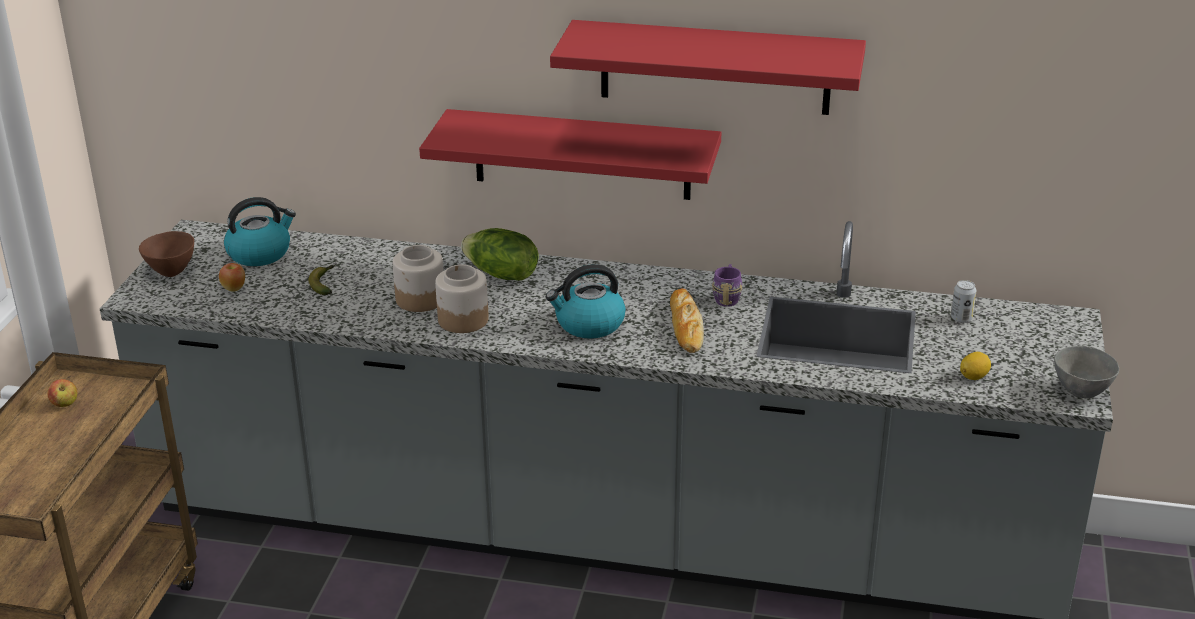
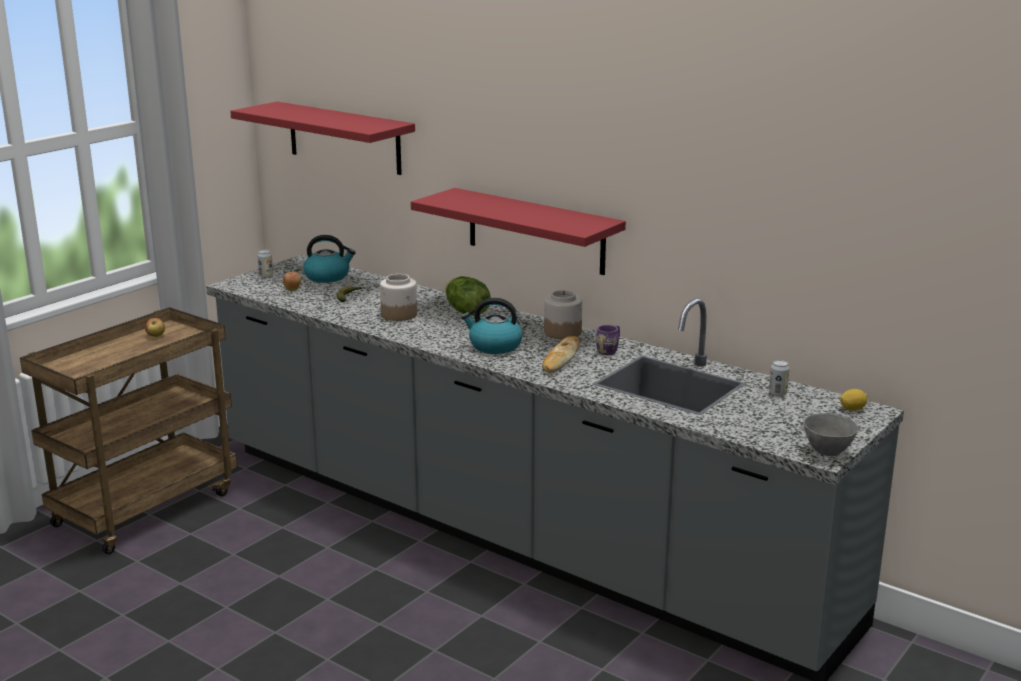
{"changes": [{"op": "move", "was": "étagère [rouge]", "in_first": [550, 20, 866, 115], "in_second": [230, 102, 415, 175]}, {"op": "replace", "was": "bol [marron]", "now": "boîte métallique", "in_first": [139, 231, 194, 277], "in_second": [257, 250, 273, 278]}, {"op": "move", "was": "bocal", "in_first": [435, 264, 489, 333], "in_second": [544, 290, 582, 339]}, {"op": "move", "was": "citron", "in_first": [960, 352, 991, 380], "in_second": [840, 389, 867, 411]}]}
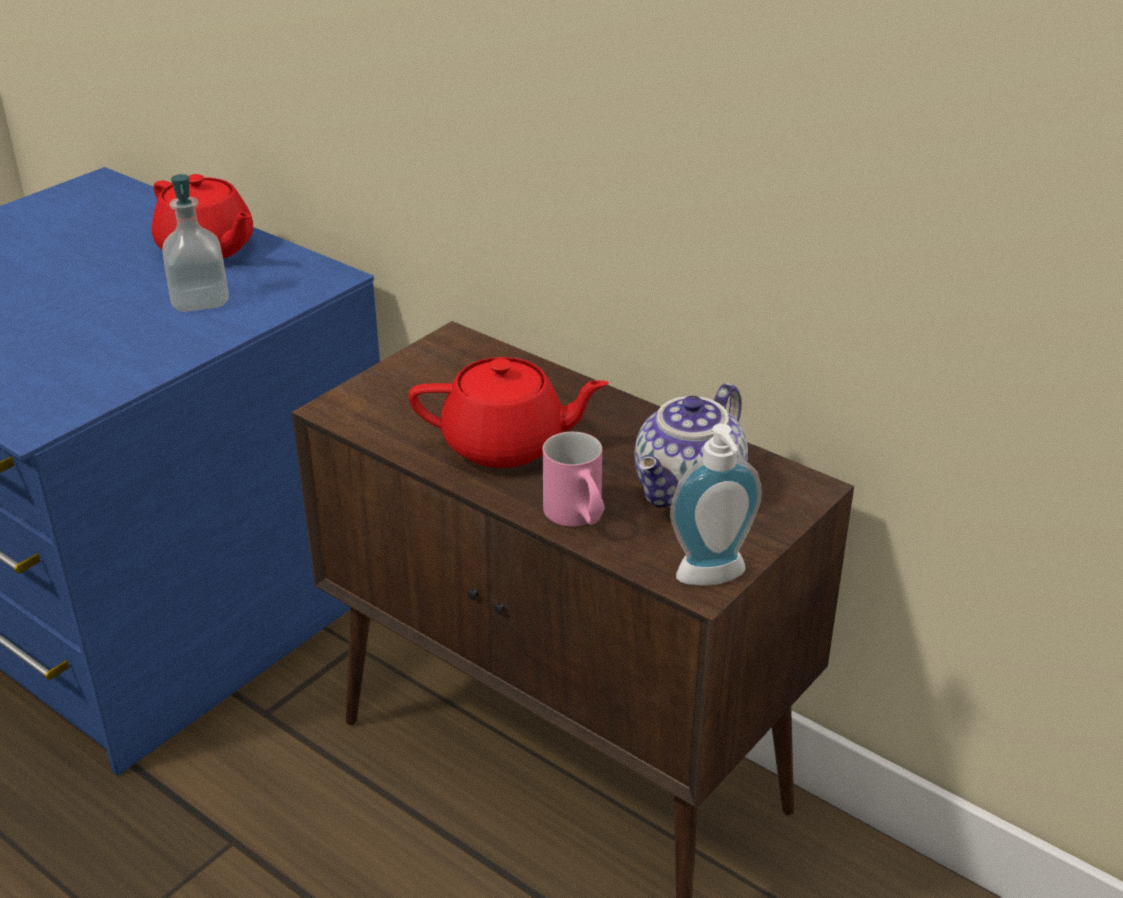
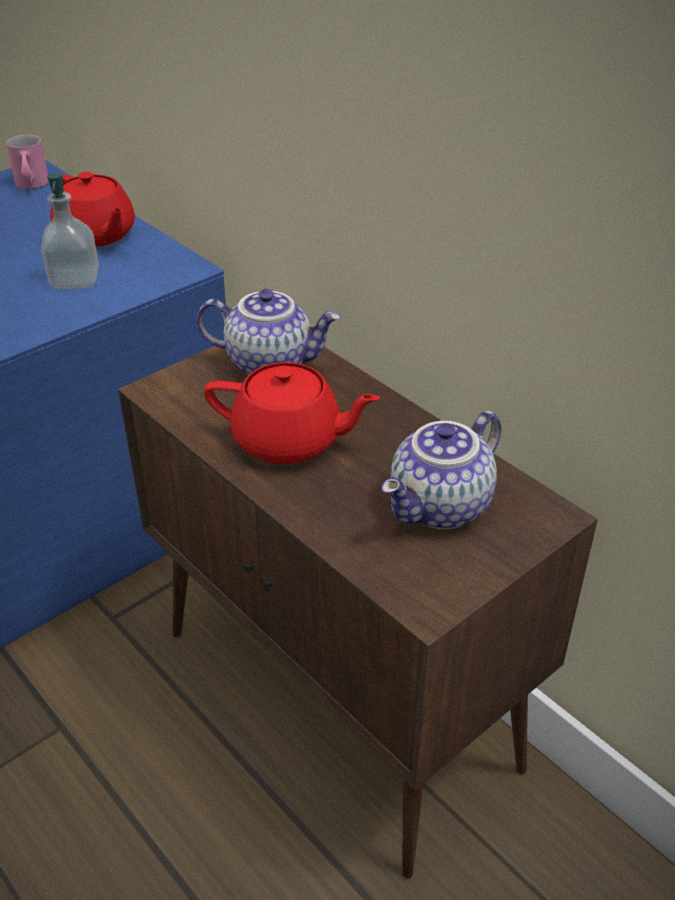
{"changes": [{"op": "move", "was": "mug [rose]", "in_first": [543, 432, 605, 527], "in_second": [6, 135, 49, 189]}, {"op": "insert", "now": "théière", "in_second": [196, 289, 340, 375]}, {"op": "delete", "was": "distributeur de savon", "in_first": [670, 424, 762, 586]}]}
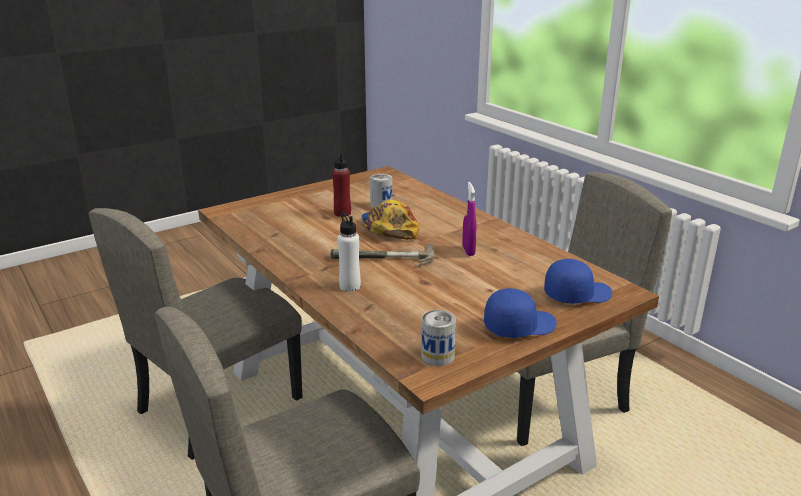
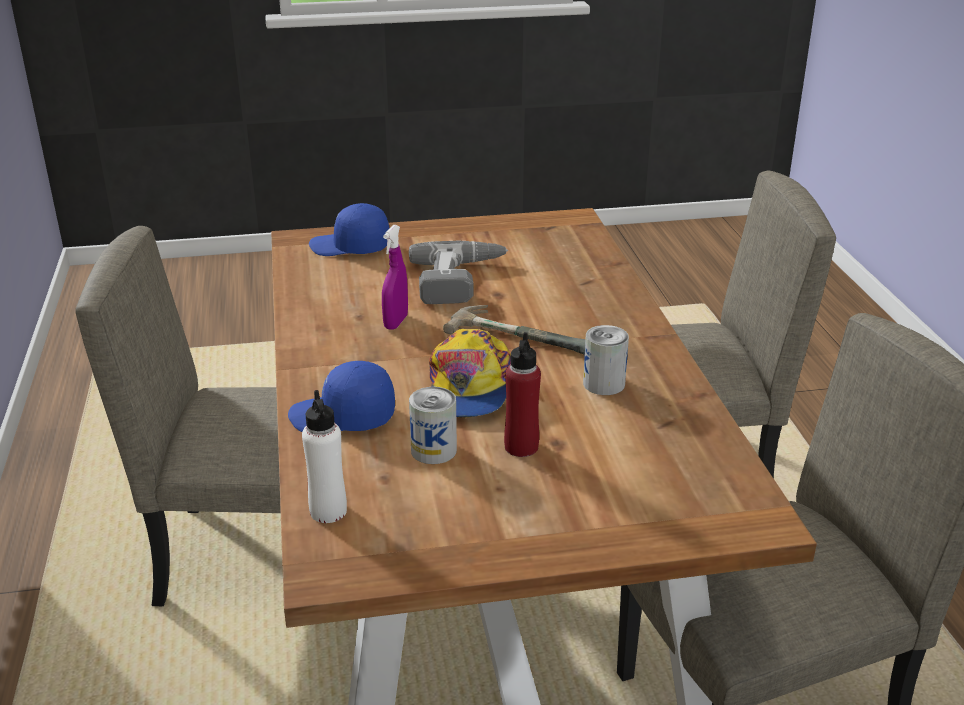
{"changes": [{"op": "move", "was": "casquette [bleu]", "in_first": [484, 288, 557, 338], "in_second": [288, 361, 395, 432]}, {"op": "move", "was": "bouteille [blanc]", "in_first": [338, 212, 361, 292], "in_second": [302, 390, 347, 523]}, {"op": "insert", "now": "perceuse", "in_second": [409, 241, 508, 304]}, {"op": "move", "was": "boîte métallique", "in_first": [421, 310, 456, 366], "in_second": [583, 325, 629, 395]}]}
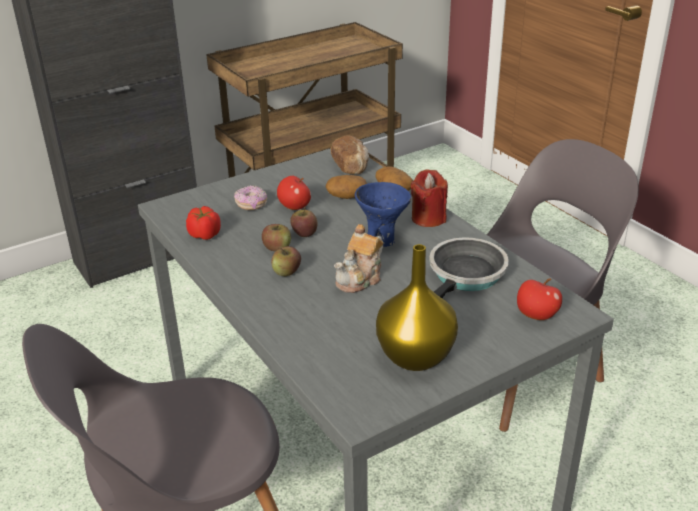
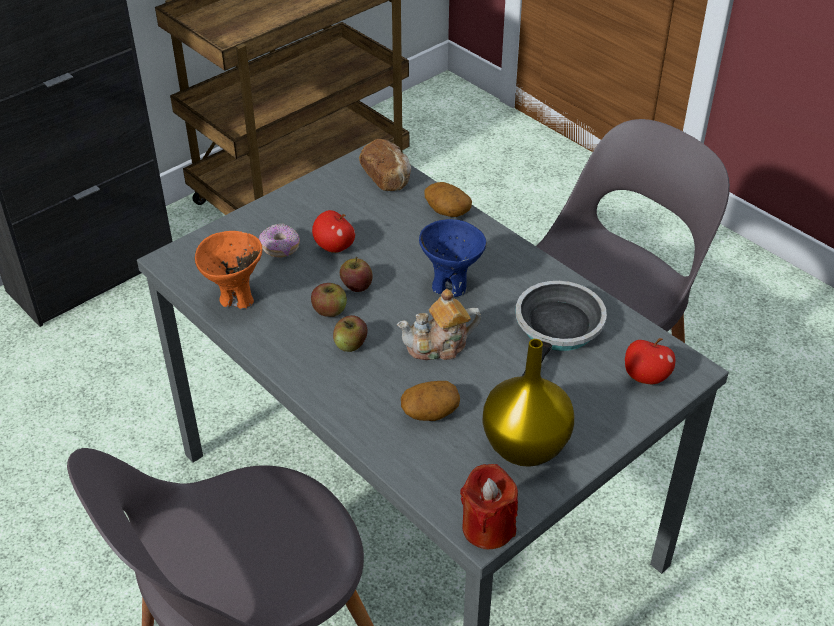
{"changes": [{"op": "replace", "was": "tomate", "now": "bol [orange]", "in_first": [186, 206, 221, 240], "in_second": [194, 231, 262, 309]}, {"op": "rotate", "was": "théière", "in_first": [334, 224, 383, 293], "in_second": [397, 289, 481, 360], "clockwise": 45}, {"op": "move", "was": "pomme de terre", "in_first": [326, 175, 367, 199], "in_second": [401, 381, 460, 421]}, {"op": "move", "was": "bougie [rouge]", "in_first": [411, 169, 448, 227], "in_second": [460, 464, 518, 549]}]}
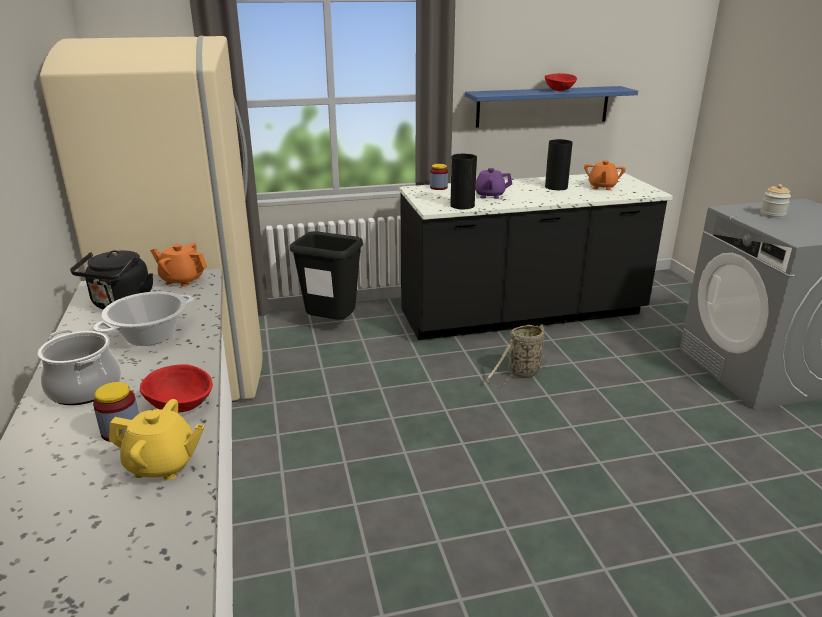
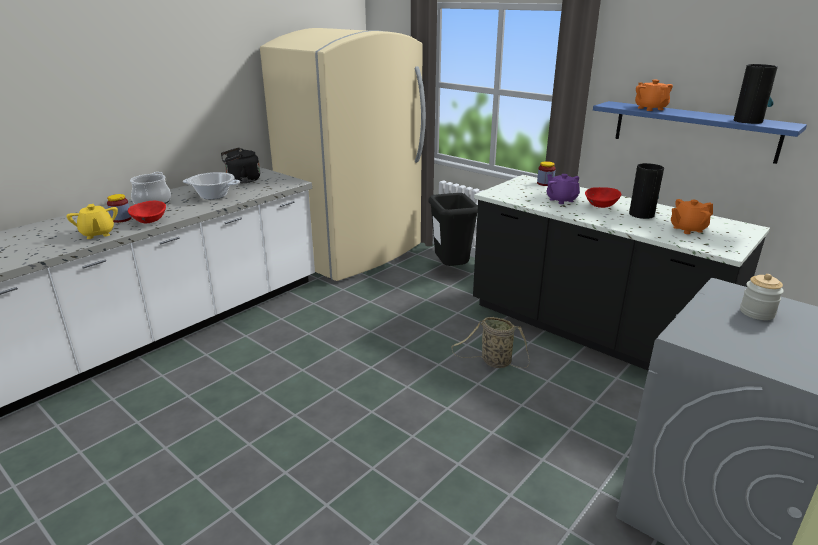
{"changes": [{"op": "move", "was": "bol [rouge]", "in_first": [545, 73, 577, 91], "in_second": [585, 187, 621, 208]}, {"op": "move", "was": "théière [orange]", "in_first": [150, 243, 207, 287], "in_second": [635, 80, 673, 111]}, {"op": "move", "was": "vase", "in_first": [450, 154, 477, 209], "in_second": [734, 64, 778, 124]}]}
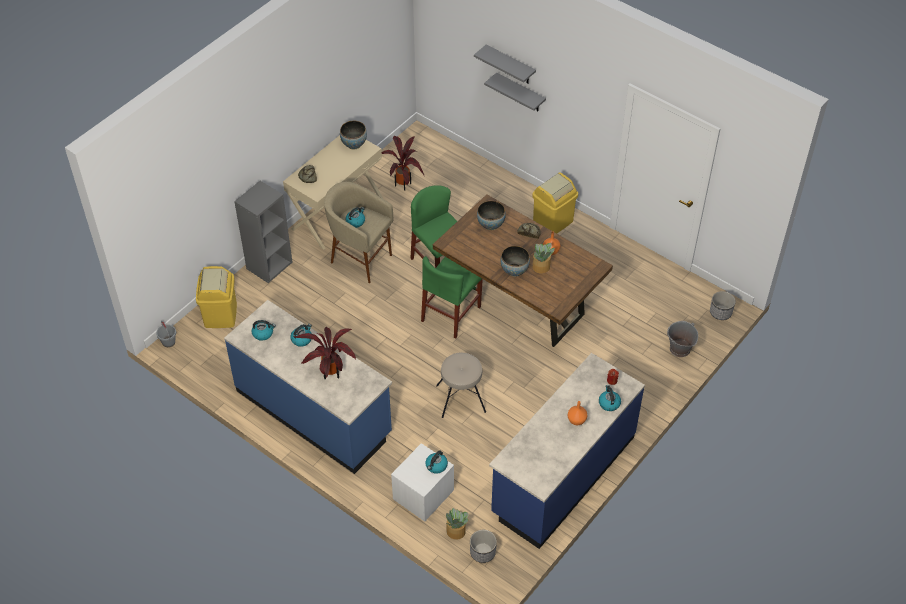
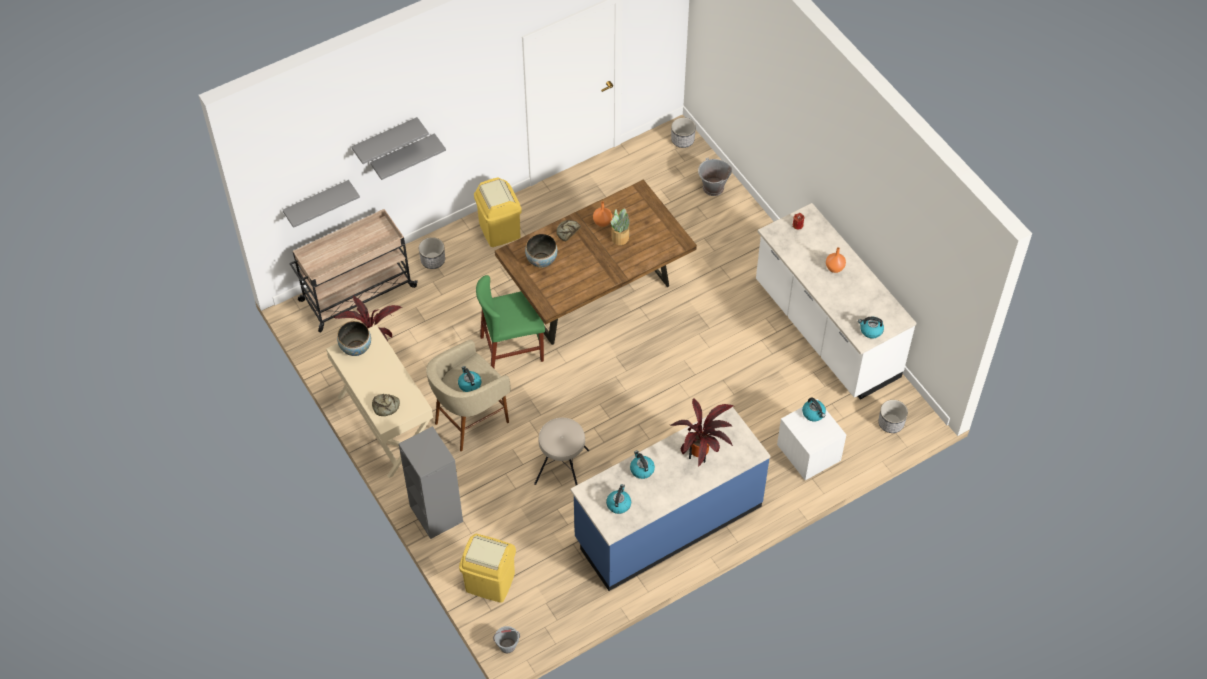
{"changes": [{"op": "insert", "now": "étagère [gris]", "in_second": [283, 180, 360, 228]}, {"op": "insert", "now": "chariot [beige]", "in_second": [289, 209, 418, 333]}, {"op": "insert", "now": "cache-pot", "in_second": [419, 237, 445, 269]}, {"op": "move", "was": "tabouret [beige]", "in_first": [436, 353, 486, 418], "in_second": [534, 418, 589, 485]}, {"op": "recolor", "was": "comptoir de cuisine [bleu]", "now": "comptoir de cuisine [blanc]", "in_first": [489, 353, 645, 549], "in_second": [756, 203, 916, 400]}, {"op": "move", "was": "bouilloire", "in_first": [599, 385, 621, 411], "in_second": [858, 317, 884, 338]}, {"op": "delete", "was": "chaise [vert]", "in_first": [421, 256, 483, 339]}, {"op": "delete", "was": "plante en pot", "in_first": [446, 508, 469, 540]}, {"op": "delete", "was": "bol", "in_first": [500, 246, 530, 277]}]}
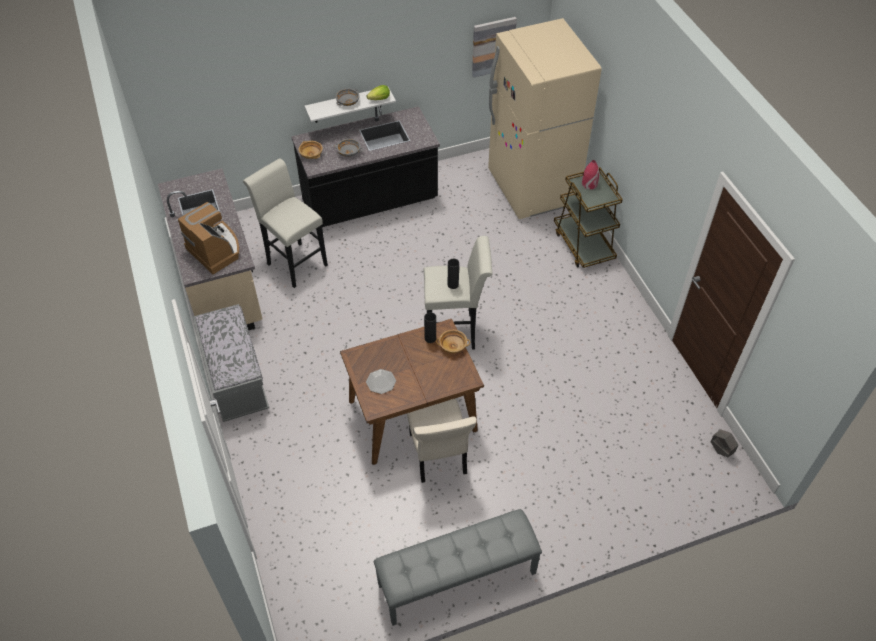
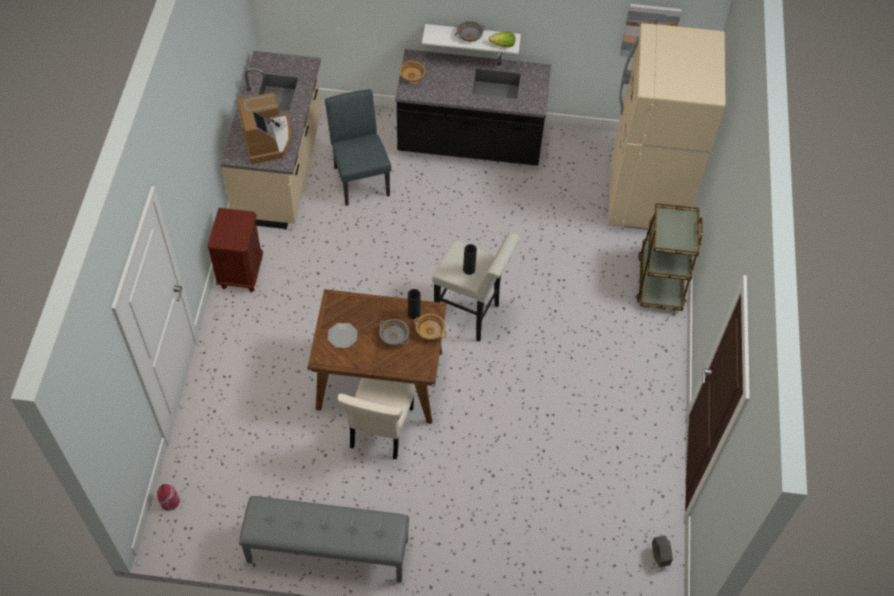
{"changes": [{"op": "move", "was": "vase [rouge]", "in_first": [582, 160, 599, 189], "in_second": [157, 484, 180, 511]}, {"op": "replace", "was": "banc [gris]", "now": "table de chevet [marron]", "in_first": [193, 304, 269, 422], "in_second": [207, 208, 263, 293]}, {"op": "replace", "was": "tabouret [blanc]", "now": "chaise [gris]", "in_first": [243, 158, 328, 288], "in_second": [325, 89, 391, 206]}, {"op": "move", "was": "bol [gris]", "in_first": [335, 139, 363, 157], "in_second": [379, 319, 409, 345]}]}
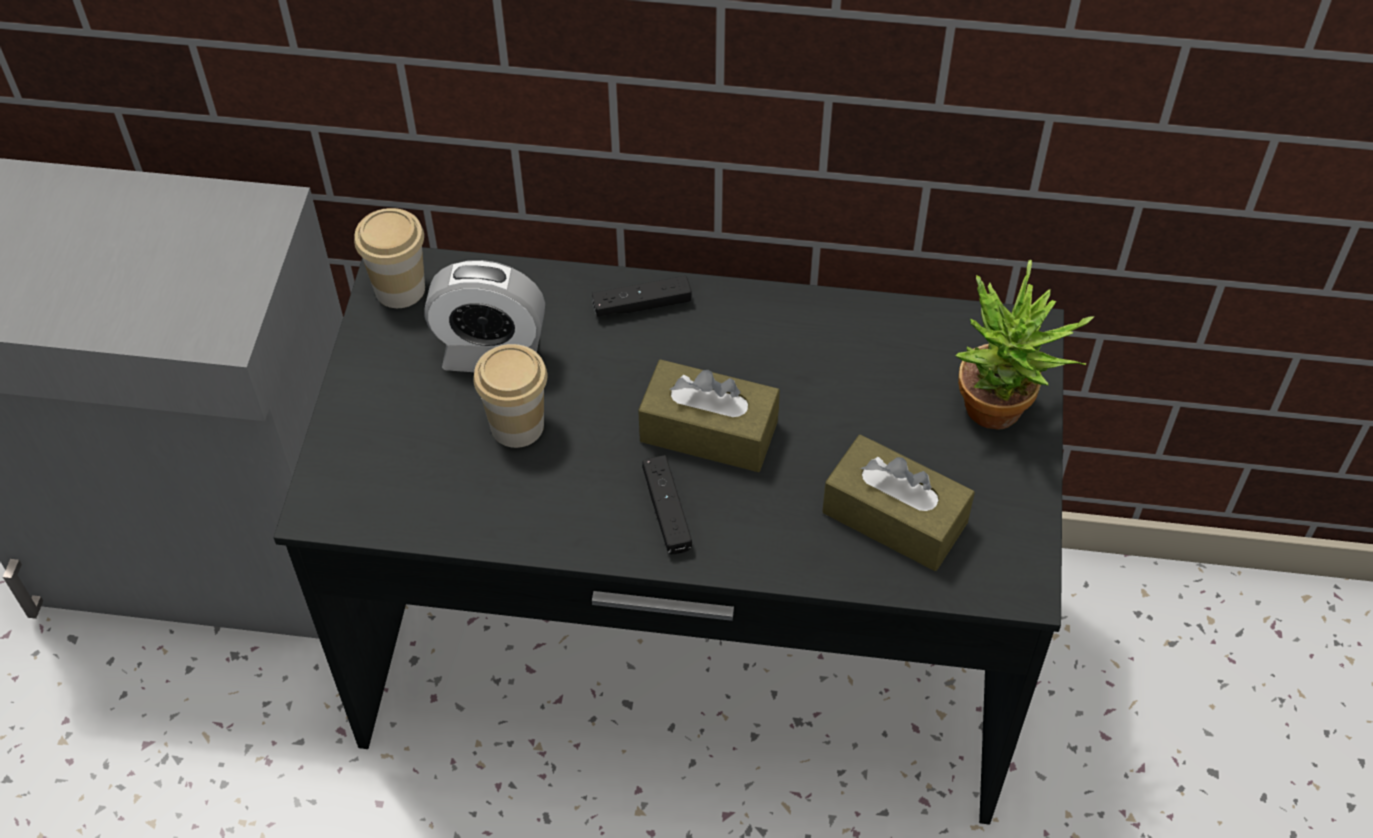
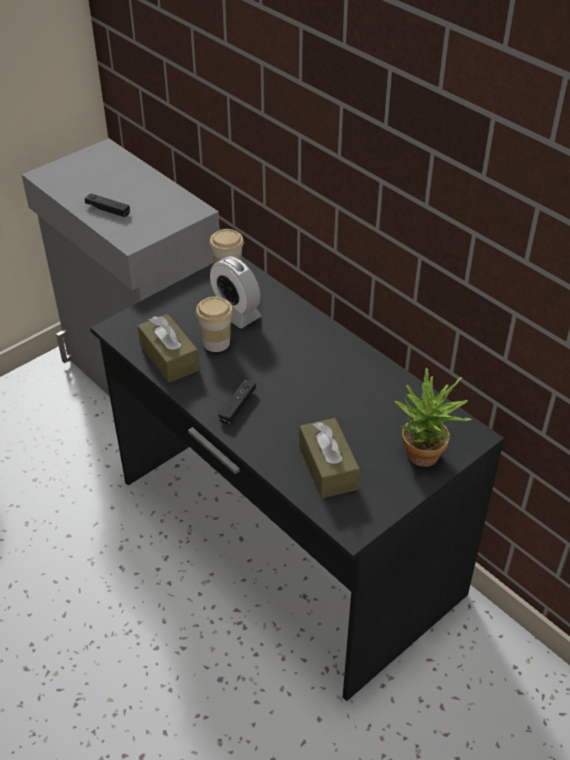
{"changes": [{"op": "move", "was": "manette [noir]", "in_first": [592, 276, 692, 317], "in_second": [85, 193, 130, 217]}, {"op": "move", "was": "boîte à mouchoirs [marron]", "in_first": [638, 359, 780, 472], "in_second": [138, 314, 200, 383]}]}
